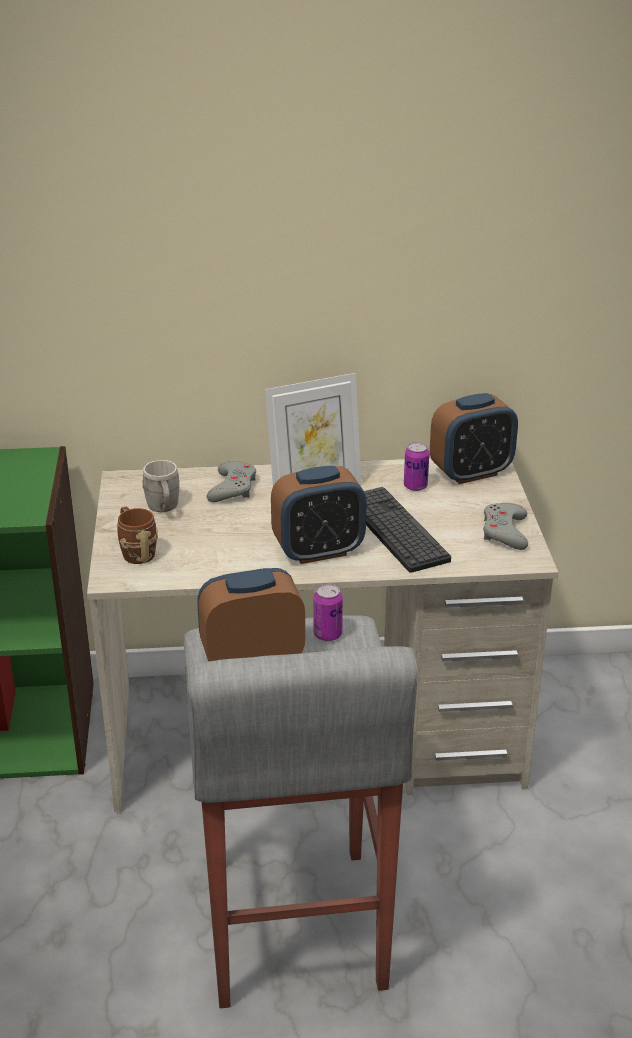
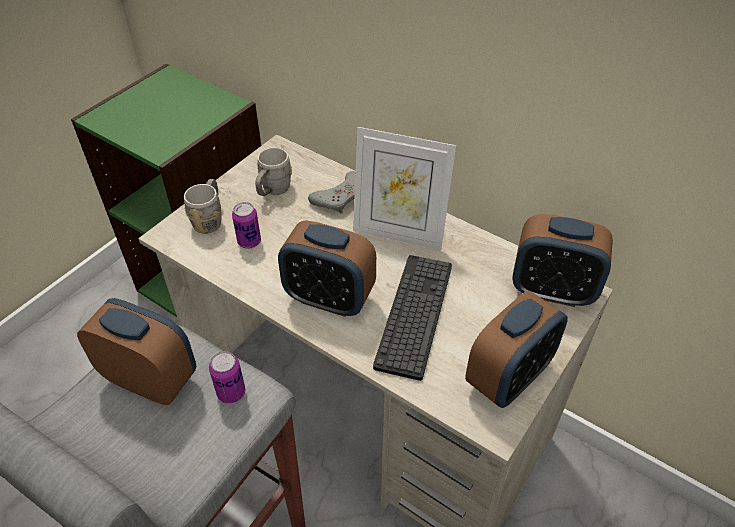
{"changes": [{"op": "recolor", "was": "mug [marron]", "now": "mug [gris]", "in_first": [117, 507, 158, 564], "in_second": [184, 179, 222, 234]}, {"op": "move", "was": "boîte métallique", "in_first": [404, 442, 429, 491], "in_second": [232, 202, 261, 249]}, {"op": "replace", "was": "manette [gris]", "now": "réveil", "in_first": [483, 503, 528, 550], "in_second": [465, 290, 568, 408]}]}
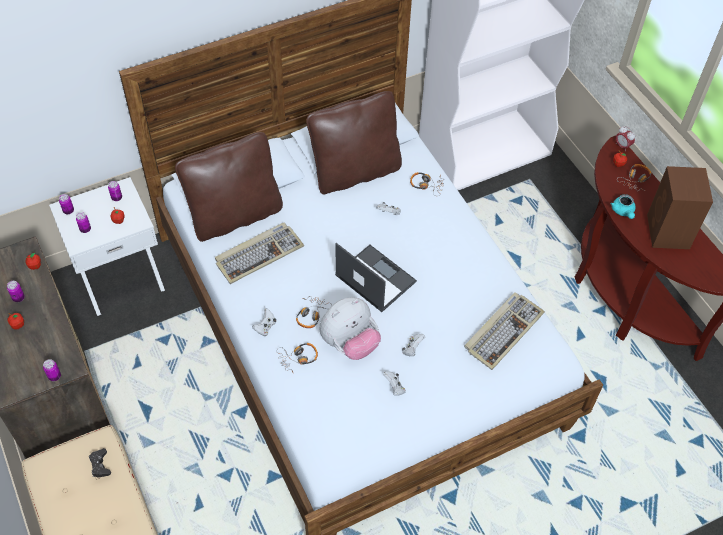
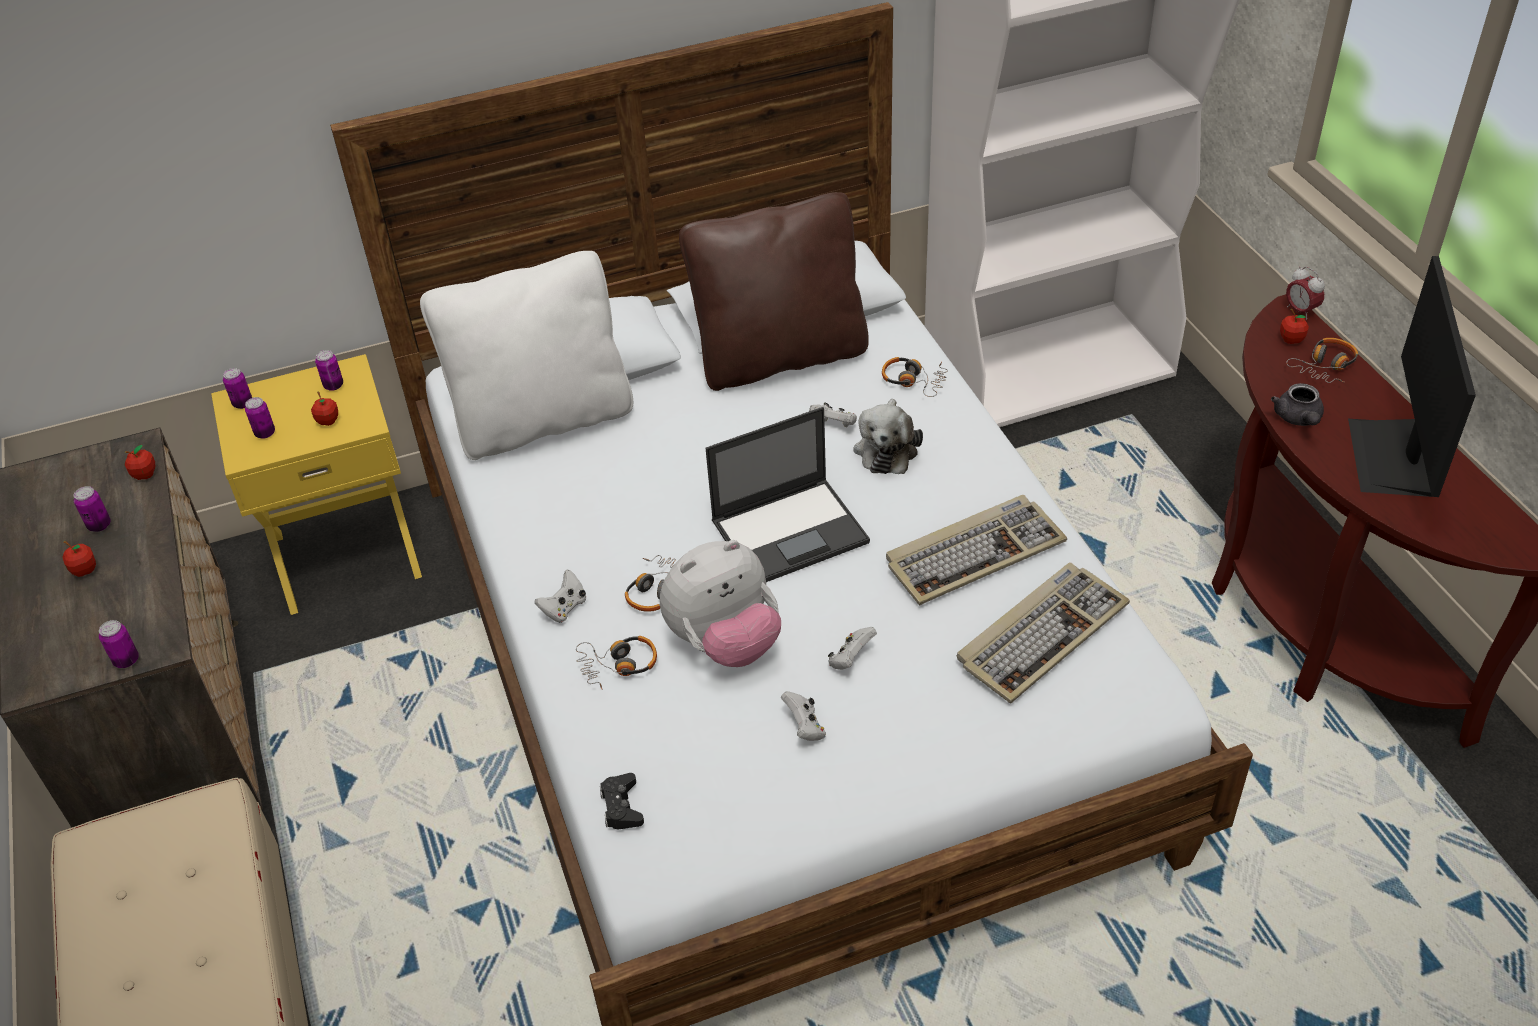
{"changes": [{"op": "recolor", "was": "table de chevet [blanc]", "now": "table de chevet [jaune]", "in_first": [49, 177, 165, 316], "in_second": [211, 354, 422, 615]}, {"op": "recolor", "was": "coussin [marron]", "now": "coussin [blanc]", "in_first": [175, 132, 283, 242], "in_second": [420, 251, 633, 460]}, {"op": "move", "was": "manette [noir]", "in_first": [89, 448, 111, 477], "in_second": [600, 773, 644, 829]}, {"op": "rotate", "was": "ordinateur portable", "in_first": [335, 243, 417, 312], "in_second": [705, 407, 870, 582], "clockwise": 105}, {"op": "insert", "now": "peluche", "in_second": [854, 399, 923, 474]}, {"op": "move", "was": "clavier", "in_first": [215, 222, 304, 284], "in_second": [886, 495, 1067, 605]}, {"op": "recolor", "was": "théière [turquoise]", "now": "théière [gris]", "in_first": [611, 195, 636, 219], "in_second": [1271, 383, 1324, 426]}, {"op": "replace", "was": "enceinte [marron]", "now": "écran d'ordinateur", "in_first": [647, 166, 713, 249], "in_second": [1348, 256, 1476, 497]}]}
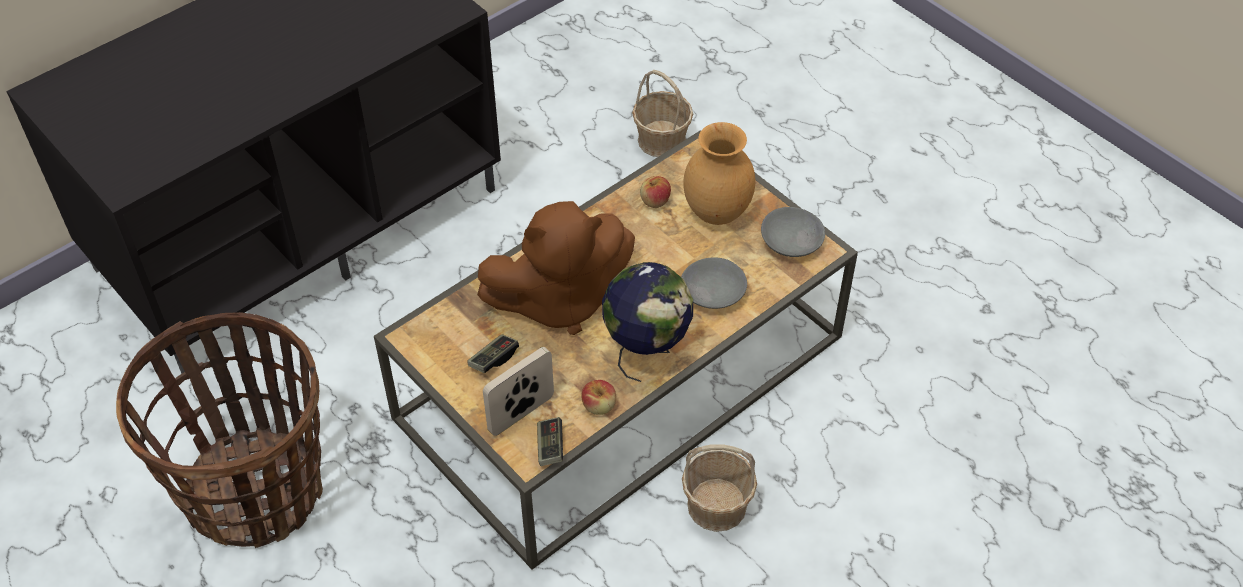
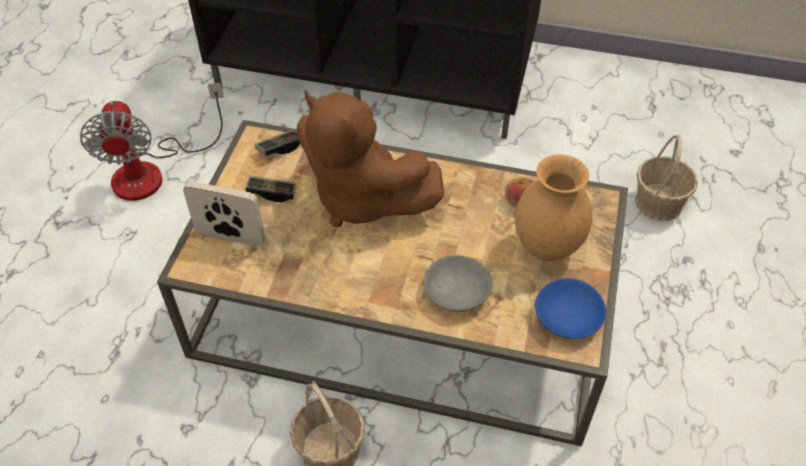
{"changes": [{"op": "replace", "was": "panier", "now": "ventilateur", "in_first": [116, 312, 323, 548], "in_second": [80, 83, 224, 201]}, {"op": "move", "was": "manette", "in_first": [537, 417, 563, 466], "in_second": [255, 130, 300, 156]}, {"op": "recolor", "was": "bol [gris]", "now": "bol [bleu]", "in_first": [761, 207, 825, 257], "in_second": [535, 278, 606, 339]}, {"op": "delete", "was": "pomme", "in_first": [582, 380, 616, 415]}, {"op": "delete", "was": "globe", "in_first": [602, 262, 693, 382]}]}
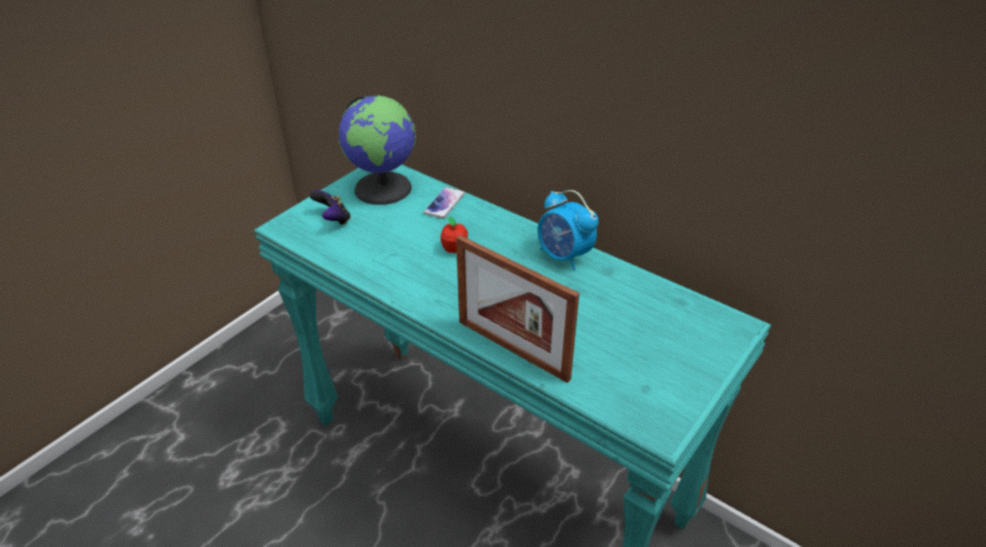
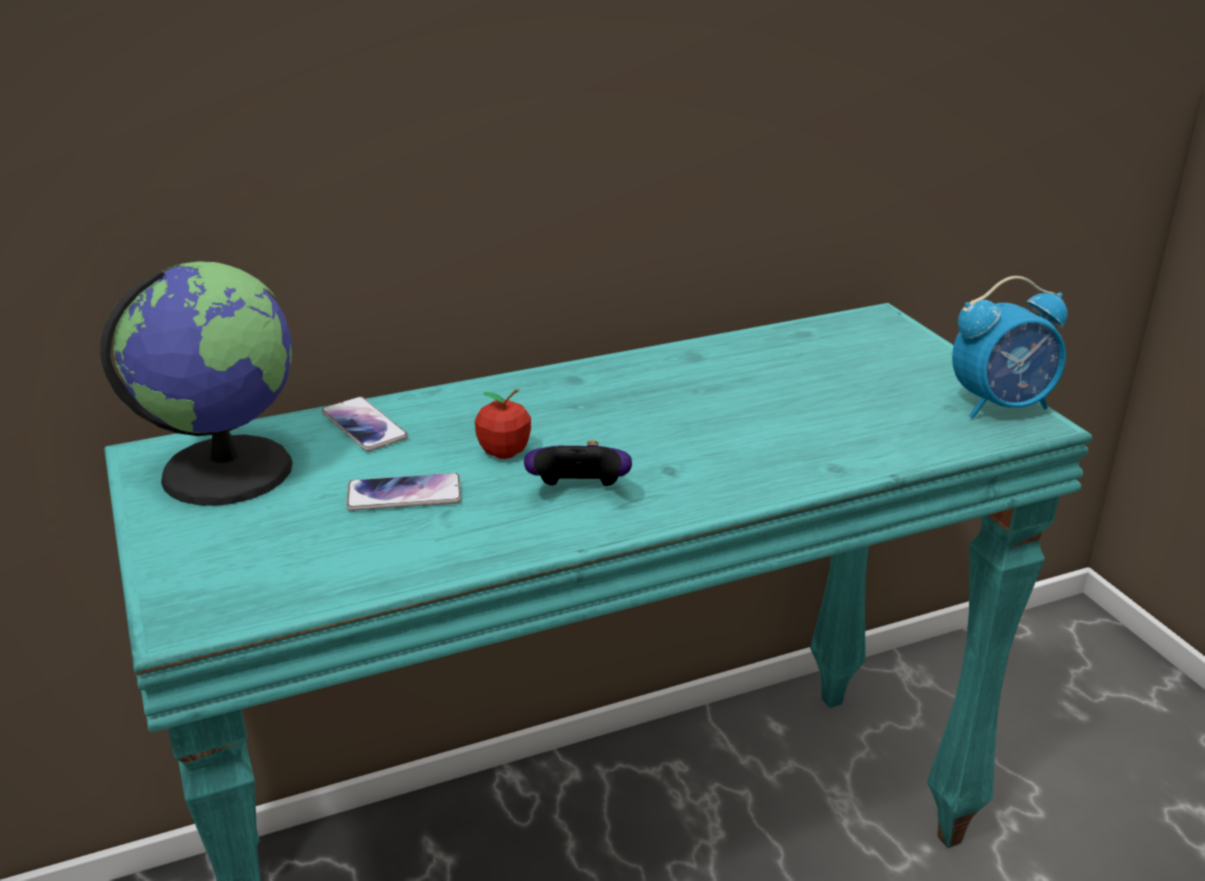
{"changes": [{"op": "insert", "now": "téléphone", "in_second": [346, 473, 461, 511]}, {"op": "move", "was": "manette", "in_first": [310, 190, 351, 225], "in_second": [524, 440, 632, 486]}, {"op": "move", "was": "réveil", "in_first": [537, 190, 599, 270], "in_second": [952, 276, 1068, 419]}, {"op": "delete", "was": "cadre photo", "in_first": [456, 235, 579, 383]}]}
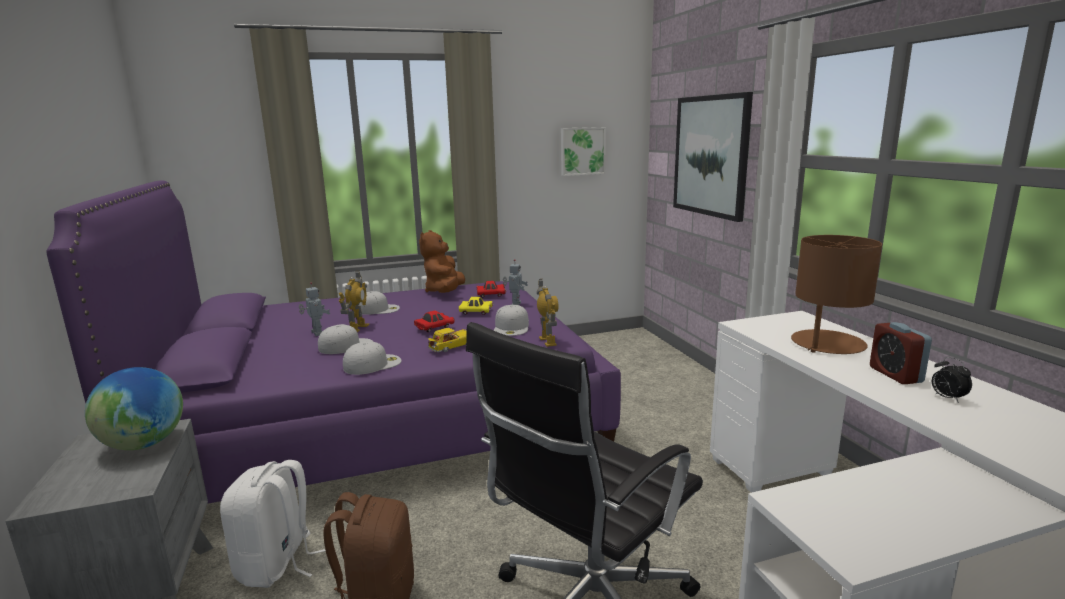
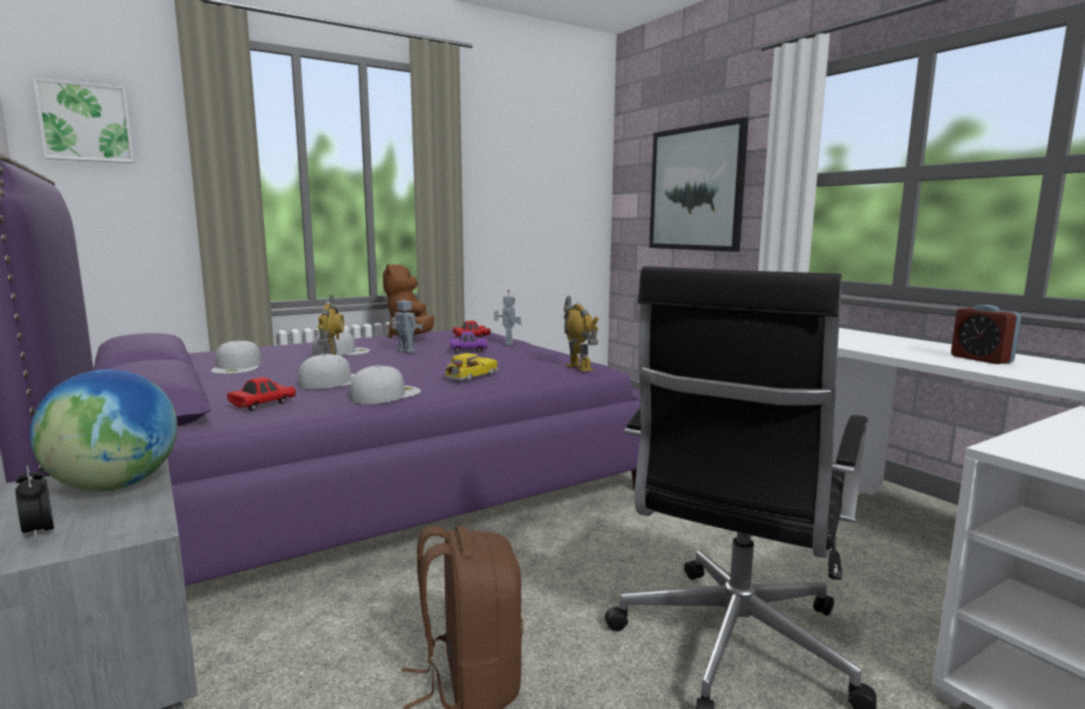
{"changes": [{"op": "move", "was": "réveil", "in_first": [932, 357, 972, 403], "in_second": [15, 465, 54, 540]}, {"op": "move", "was": "tableau", "in_first": [561, 127, 606, 176], "in_second": [33, 77, 134, 163]}, {"op": "move", "was": "casquette [blanc]", "in_first": [494, 305, 529, 336], "in_second": [211, 341, 262, 374]}, {"op": "move", "was": "petite voiture [rouge]", "in_first": [414, 311, 455, 332], "in_second": [227, 377, 296, 411]}, {"op": "move", "was": "robot jouet", "in_first": [299, 282, 330, 336], "in_second": [392, 294, 423, 353]}, {"op": "recolor", "was": "petite voiture [jaune]", "now": "petite voiture [violet]", "in_first": [459, 297, 493, 315], "in_second": [450, 332, 489, 352]}, {"op": "delete", "was": "sac à dos [blanc]", "in_first": [220, 460, 326, 588]}, {"op": "delete", "was": "lampe de table [marron]", "in_first": [791, 235, 882, 354]}]}
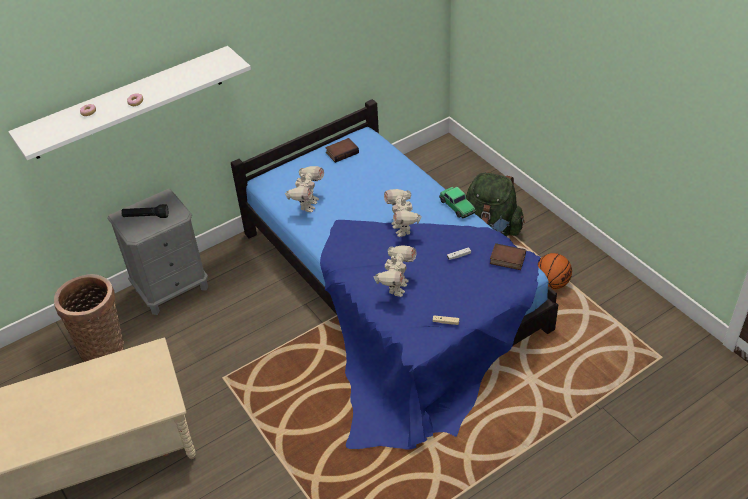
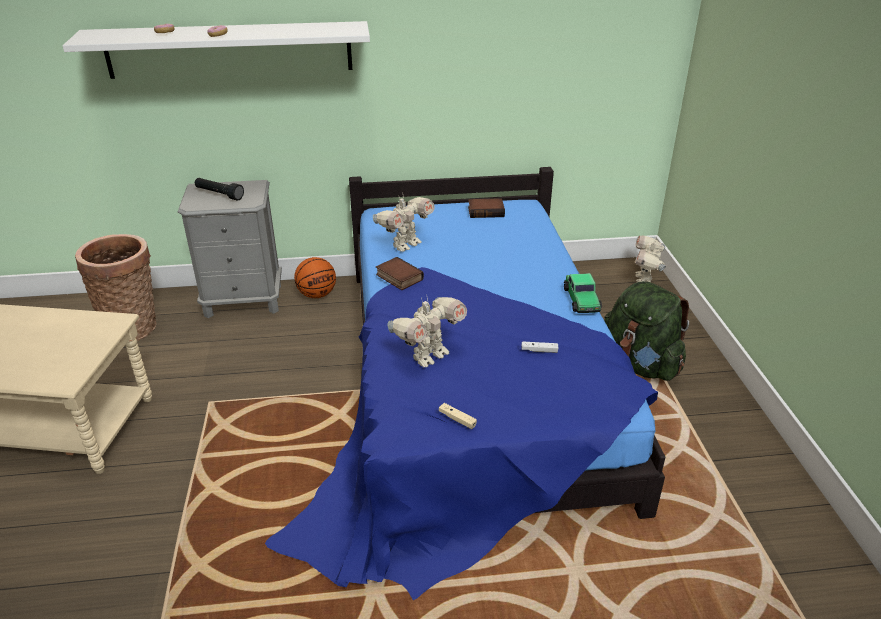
{"changes": [{"op": "move", "was": "ballon de basket", "in_first": [538, 253, 572, 290], "in_second": [294, 257, 336, 298]}, {"op": "move", "was": "livre", "in_first": [490, 243, 526, 270], "in_second": [376, 257, 424, 290]}, {"op": "move", "was": "robot jouet", "in_first": [384, 189, 422, 237], "in_second": [635, 236, 666, 283]}]}
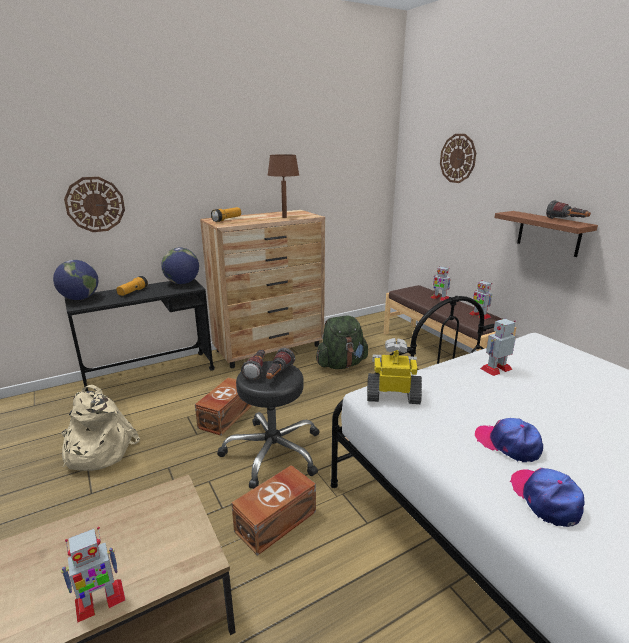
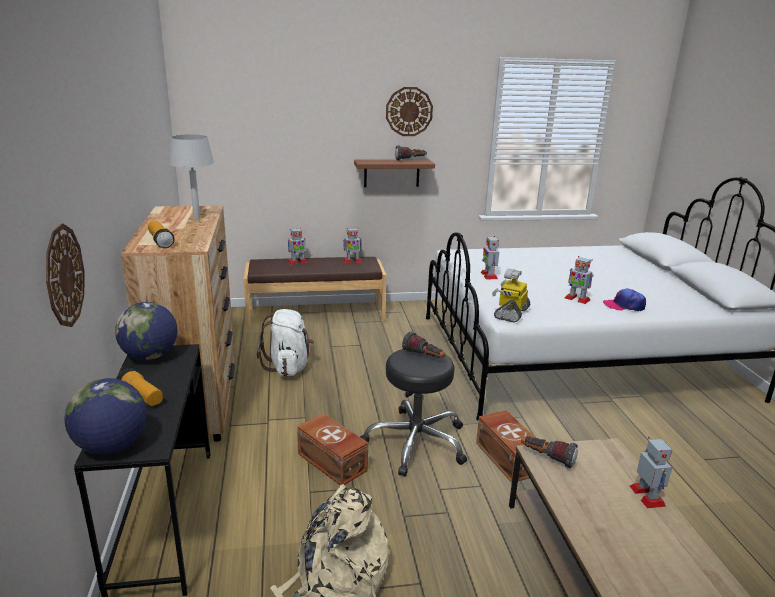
{"changes": [{"op": "recolor", "was": "lampe de table [marron]", "now": "lampe de table [gris]", "in_first": [268, 154, 299, 218], "in_second": [169, 134, 214, 220]}, {"op": "recolor", "was": "sac à dos [vert]", "now": "sac à dos [blanc]", "in_first": [316, 316, 368, 369], "in_second": [257, 309, 314, 377]}, {"op": "move", "was": "horloge murale", "in_first": [440, 134, 476, 183], "in_second": [386, 87, 433, 136]}, {"op": "move", "was": "lampe de poche", "in_first": [241, 349, 265, 381], "in_second": [521, 436, 578, 469]}, {"op": "replace", "was": "casquette", "now": "robot jouet", "in_first": [475, 418, 543, 462], "in_second": [565, 256, 593, 304]}]}
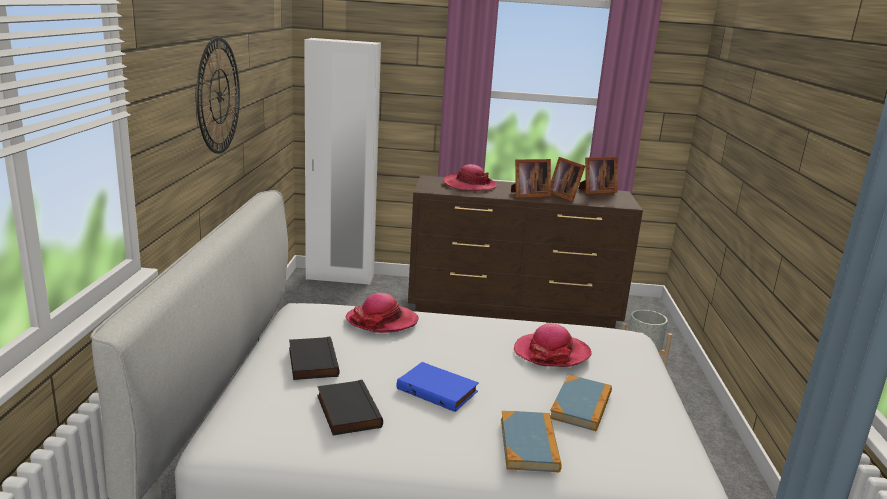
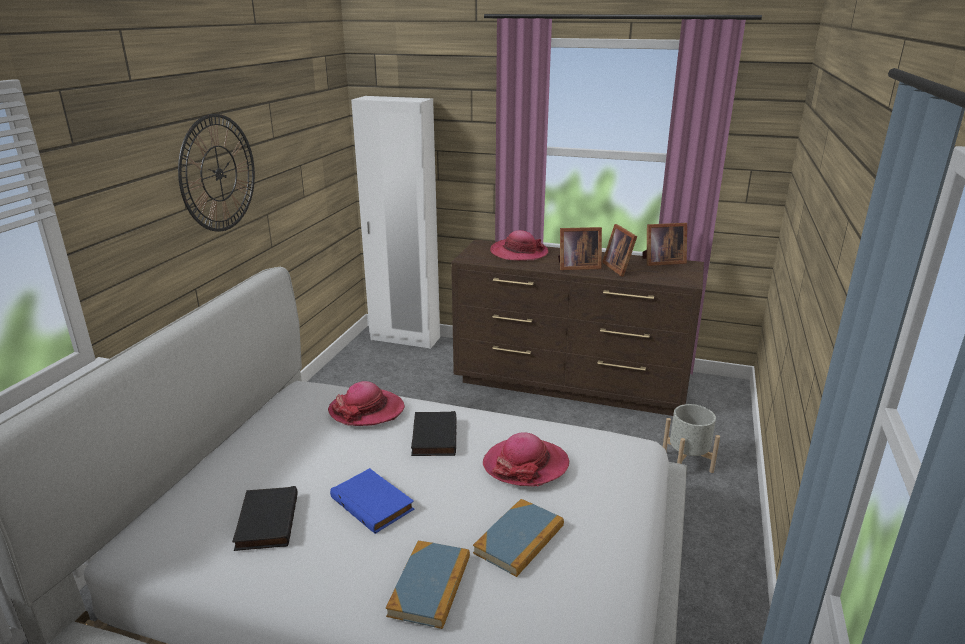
{"changes": [{"op": "move", "was": "livre [noir]", "in_first": [289, 337, 339, 380], "in_second": [411, 411, 457, 456]}]}
